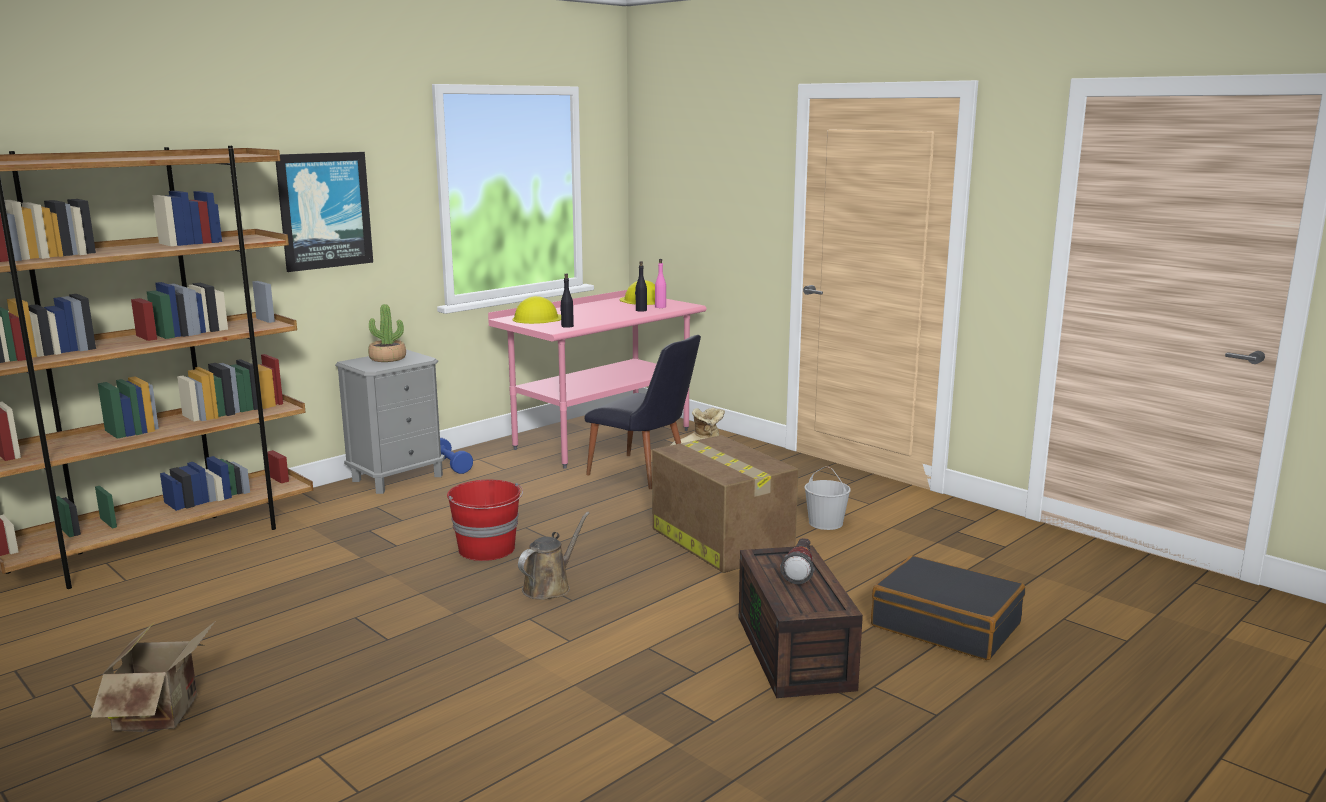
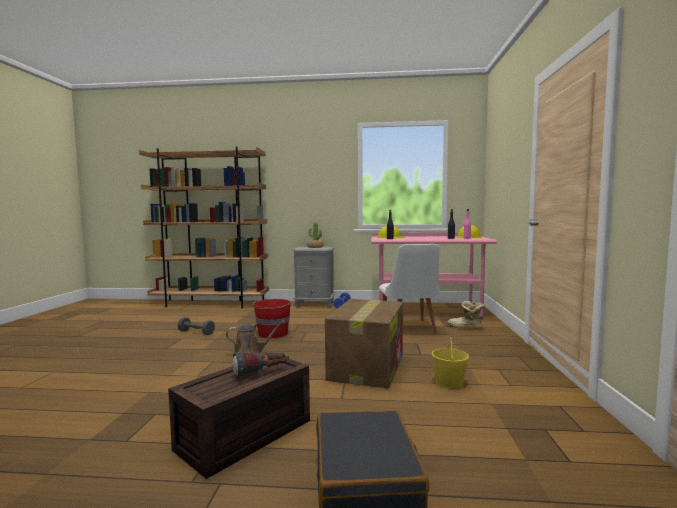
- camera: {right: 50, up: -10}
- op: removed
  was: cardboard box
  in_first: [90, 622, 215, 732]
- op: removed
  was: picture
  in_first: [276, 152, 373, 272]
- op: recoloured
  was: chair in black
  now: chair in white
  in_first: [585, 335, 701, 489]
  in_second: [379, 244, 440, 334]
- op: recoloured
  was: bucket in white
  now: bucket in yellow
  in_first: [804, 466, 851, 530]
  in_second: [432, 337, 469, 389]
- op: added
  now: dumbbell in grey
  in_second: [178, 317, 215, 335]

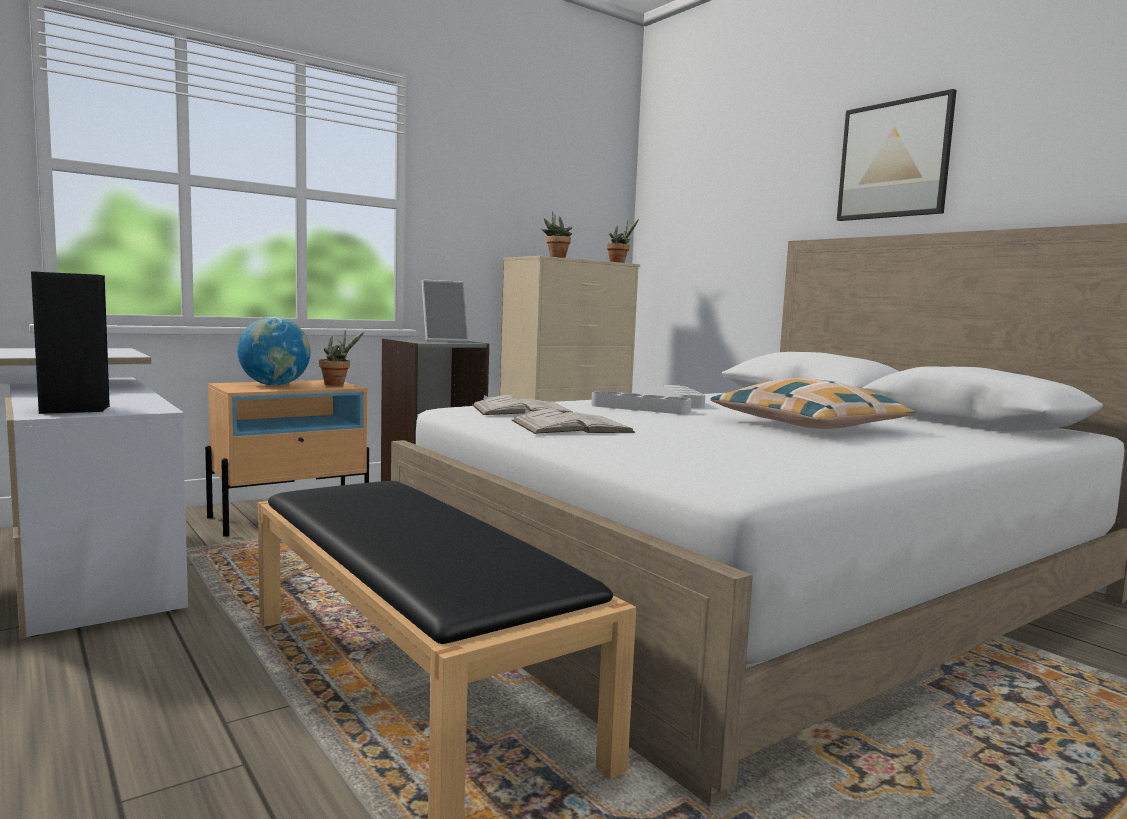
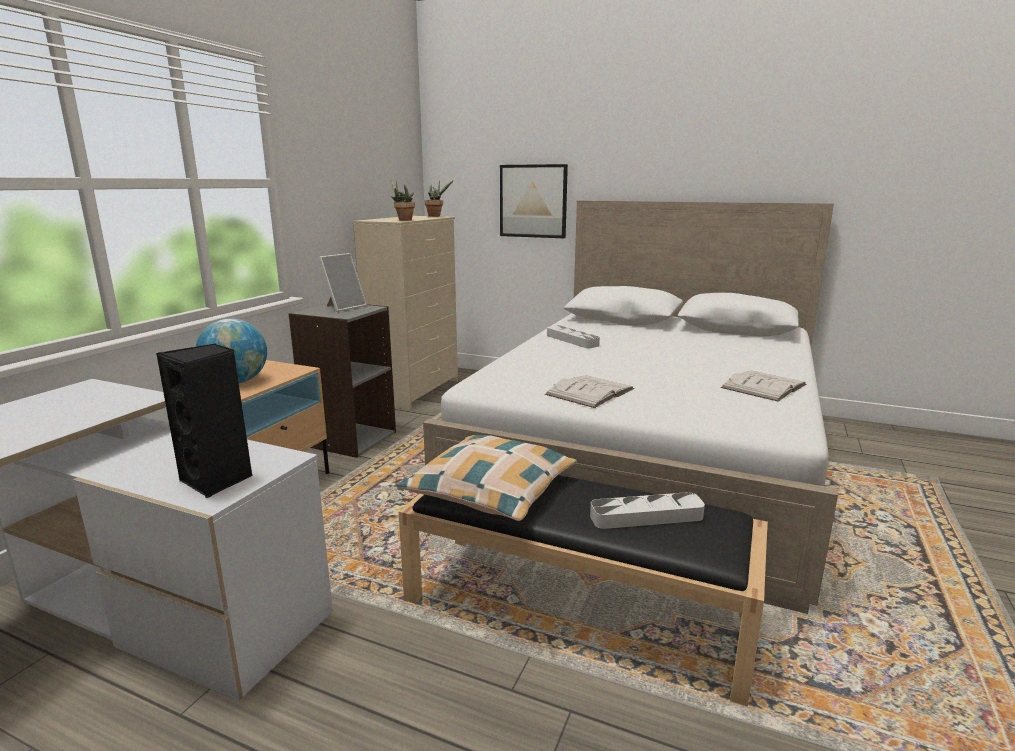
- camera: {right: -30, up: 10}
- op: removed
  was: potted plant
  in_first: [319, 330, 364, 386]
- op: moved
  was: book in white
  in_first: [472, 395, 572, 415]
  in_second: [721, 371, 806, 401]
- op: moved
  was: tray in grey
  in_first: [591, 391, 692, 414]
  in_second: [590, 492, 705, 529]
- op: moved
  was: pillow
  in_first: [710, 378, 916, 429]
  in_second: [397, 435, 577, 521]
- op: moved
  was: picture
  in_first: [837, 89, 956, 221]
  in_second: [500, 164, 568, 238]

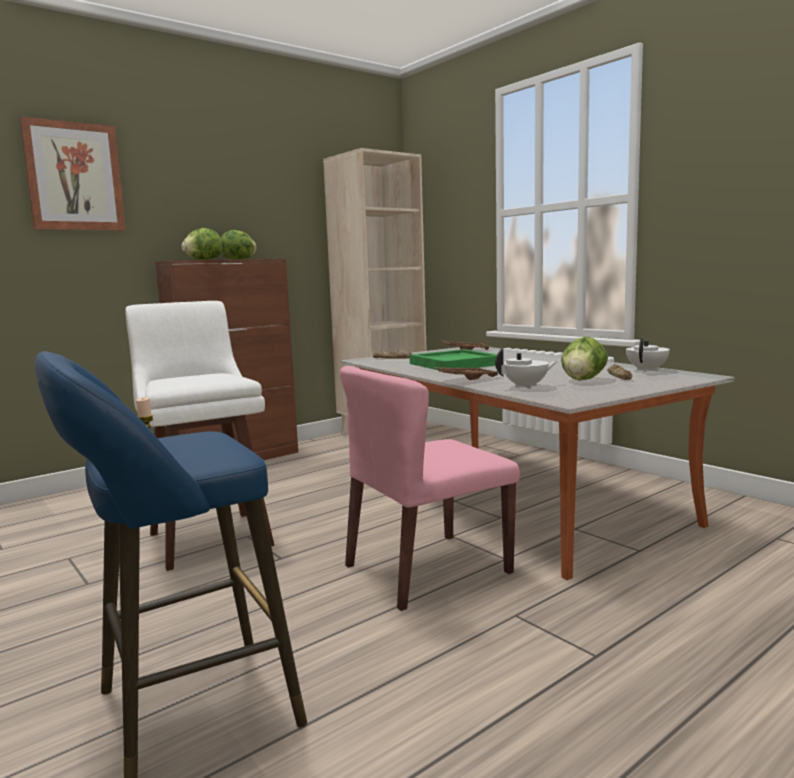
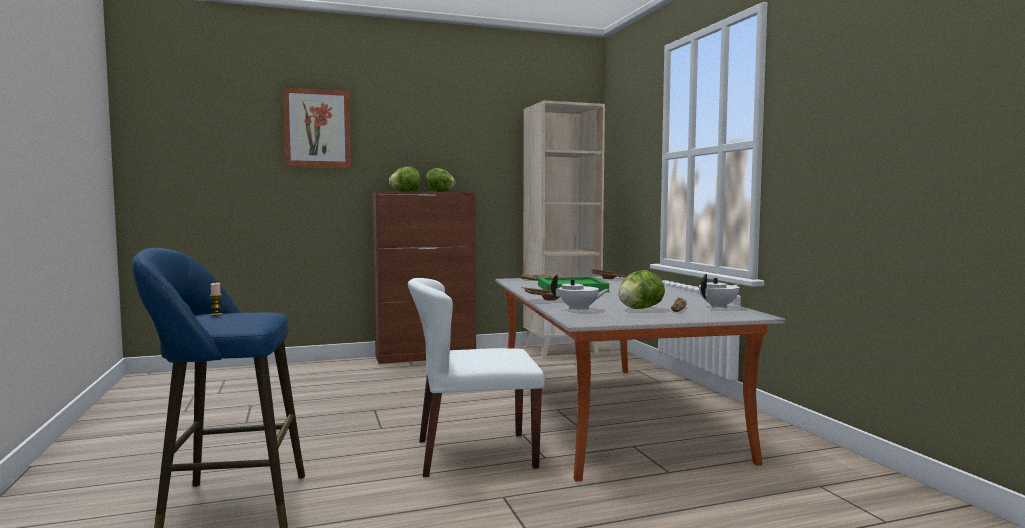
- camera: {right: 20, up: -5}
- op: removed
  was: stool in white
  in_first: [125, 301, 274, 571]
- op: recoloured
  was: chair in pink
  now: chair in white
  in_first: [340, 366, 520, 611]
  in_second: [408, 278, 545, 477]

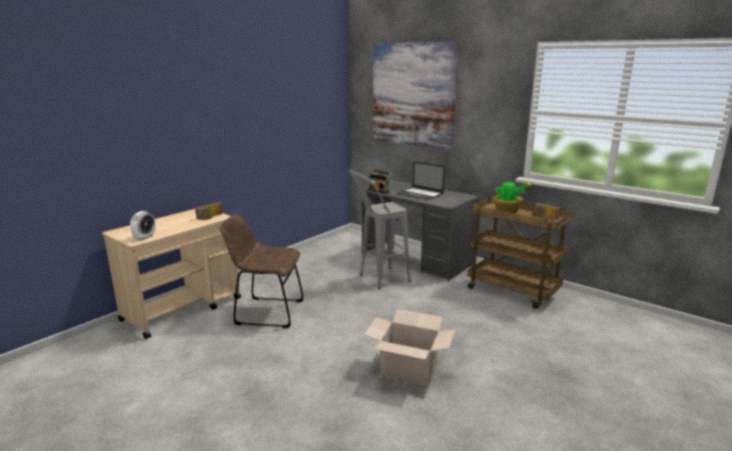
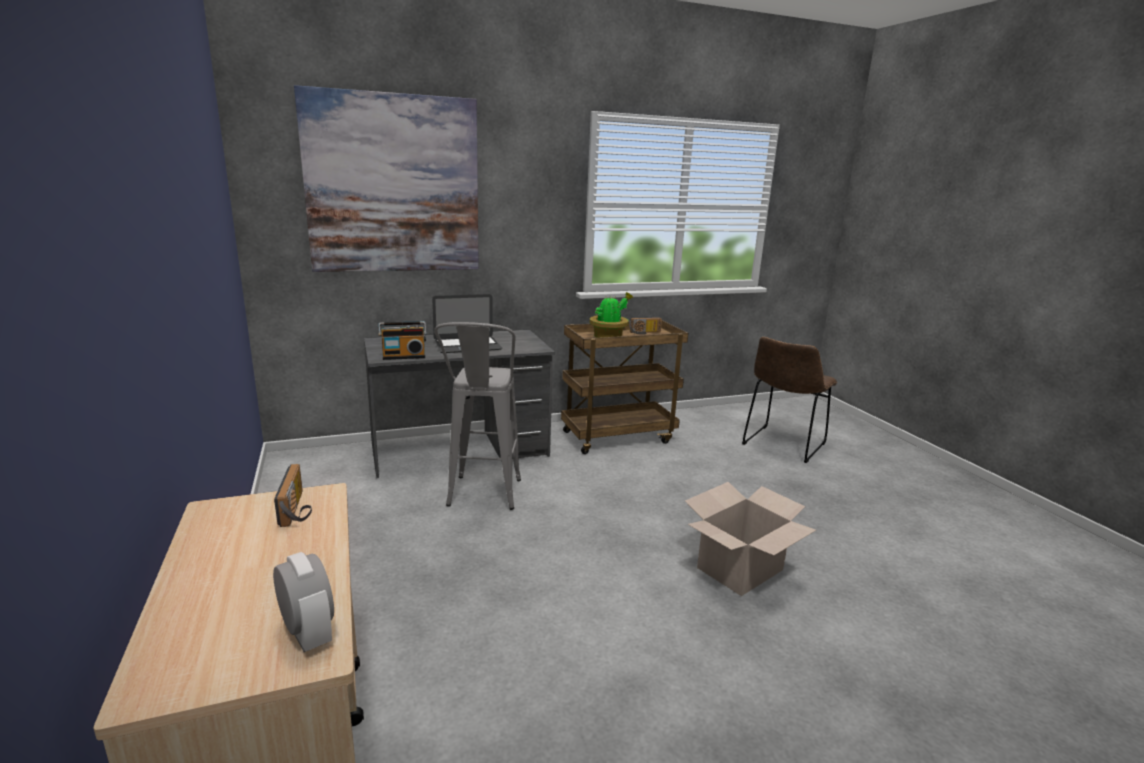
- camera: {right: -60, up: 0}
- op: moved
  was: chair in brown
  in_first: [219, 214, 303, 328]
  in_second: [742, 337, 837, 463]

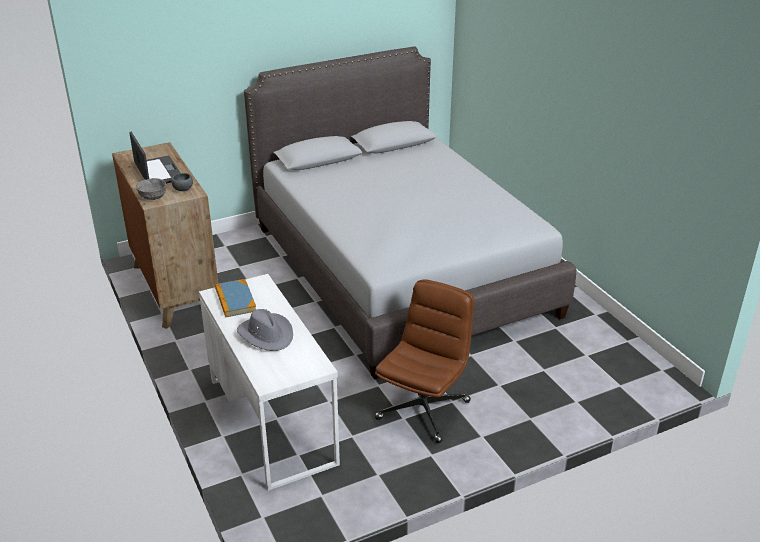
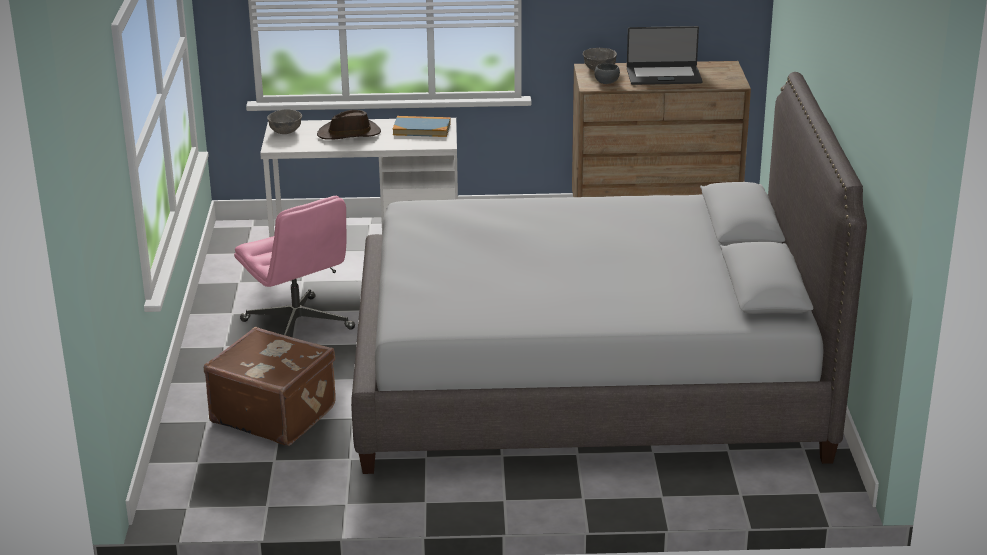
- camera: {right: 115, up: -5}
- op: recoloured
  was: hat in grey
  now: hat in brown
  in_first: [237, 309, 293, 351]
  in_second: [317, 109, 381, 140]
- op: recoloured
  was: office chair in brown
  now: office chair in pink
  in_first: [375, 279, 474, 443]
  in_second: [234, 196, 355, 336]
- op: added
  now: suitcase in brown
  in_second: [204, 327, 336, 446]
- op: added
  now: bowl in grey
  in_second: [267, 109, 302, 134]

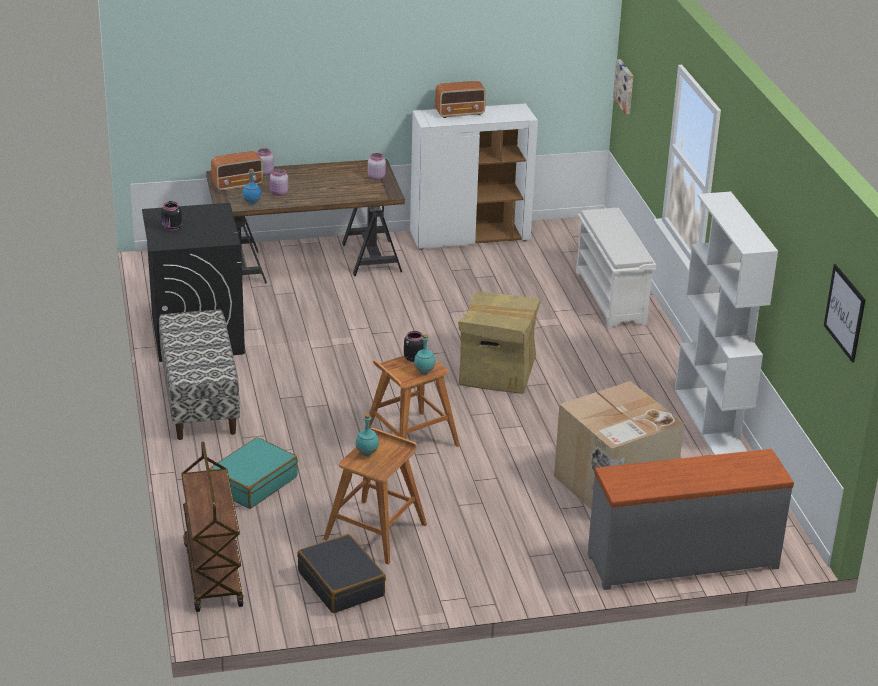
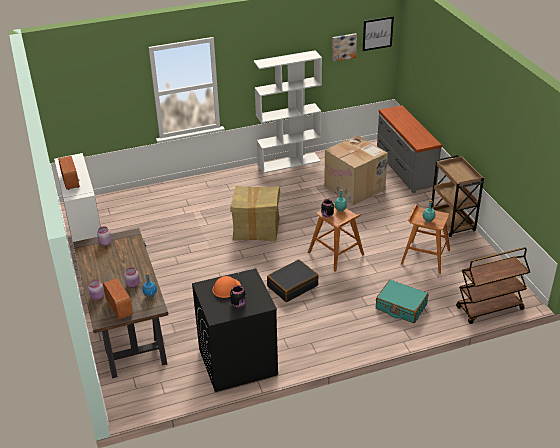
- camera: {right: -95, up: 5}
- op: removed
  was: bench
  in_first: [159, 310, 240, 440]
- op: moved
  was: suitcase in black
  in_first: [297, 534, 386, 613]
  in_second: [267, 259, 319, 302]
- op: removed
  was: shoe rack in white
  in_first: [576, 208, 656, 329]
- op: moved
  was: picture
  in_first: [613, 59, 633, 115]
  in_second: [332, 33, 357, 62]
- op: added
  now: hard hat in orange
  in_second: [213, 276, 241, 298]
- op: added
  now: cart in brown
  in_second: [431, 155, 484, 237]

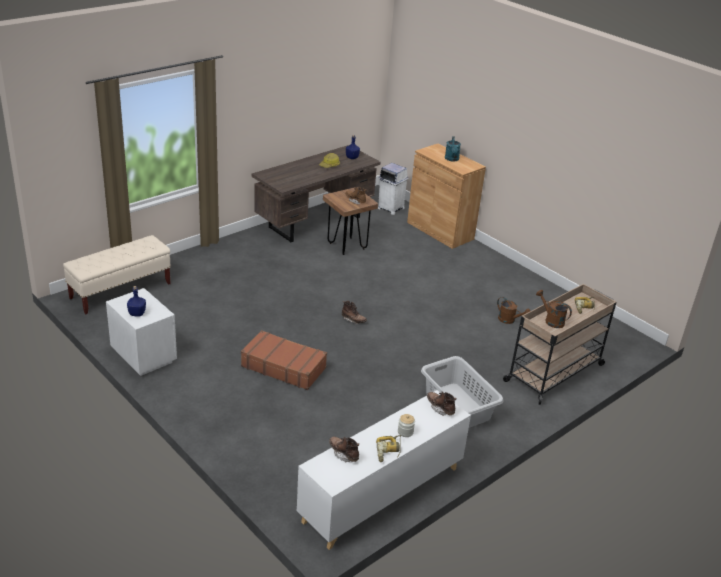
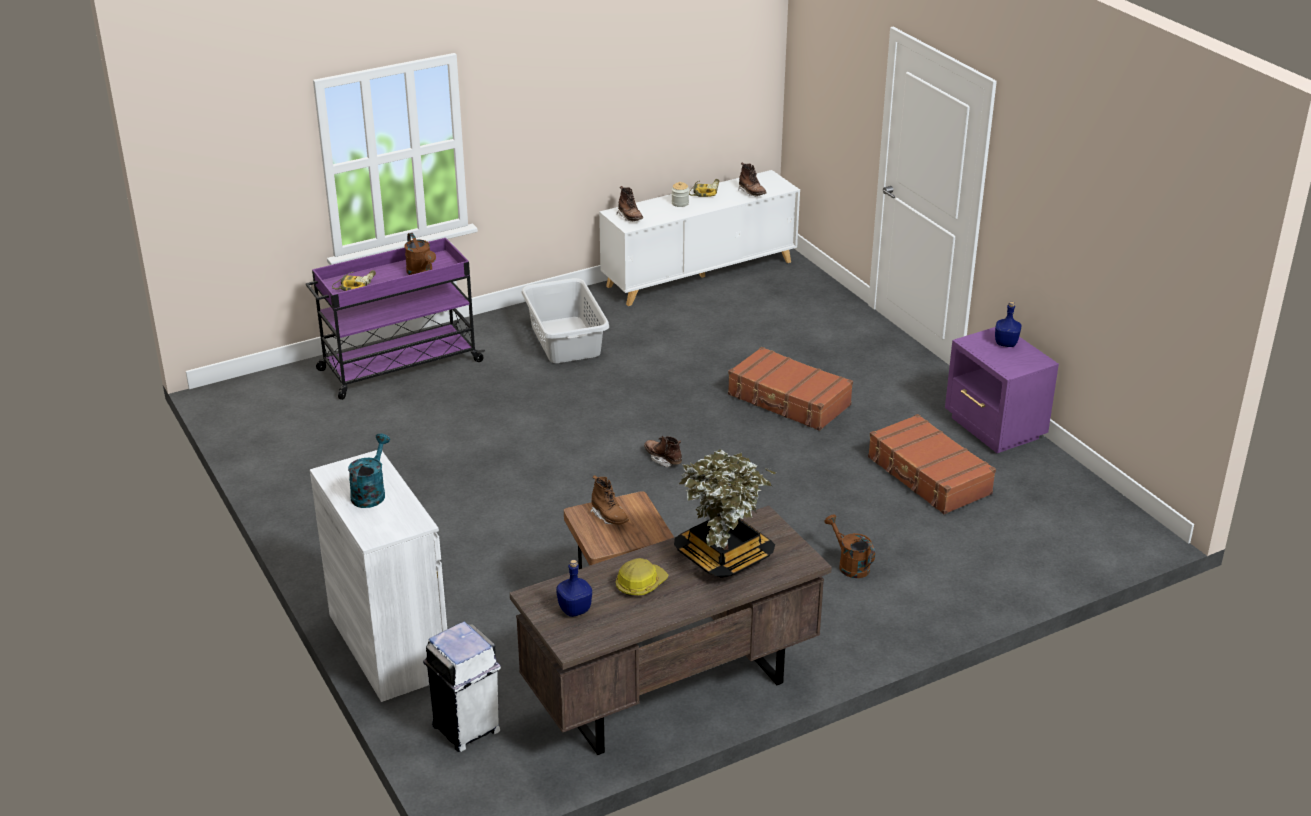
- camera: {right: -165, up: 0}
- op: removed
  was: bench in beige
  in_first: [63, 235, 171, 315]
- op: recoloured
  was: nightstand in white
  now: nightstand in purple
  in_first: [106, 288, 177, 376]
  in_second: [945, 327, 1059, 453]
- op: recoloured
  was: cabinet in brown
  now: cabinet in white
  in_first: [407, 144, 486, 249]
  in_second: [310, 450, 447, 702]
- op: moved
  was: watering can in brown
  in_first: [497, 297, 530, 324]
  in_second: [825, 515, 875, 578]
- op: recoloured
  was: cart in beige
  now: cart in purple
  in_first: [503, 284, 617, 405]
  in_second: [306, 238, 485, 400]
- op: added
  now: potted plant
  in_second: [674, 449, 776, 578]
- op: added
  now: suitcase in brown
  in_second: [868, 414, 996, 514]

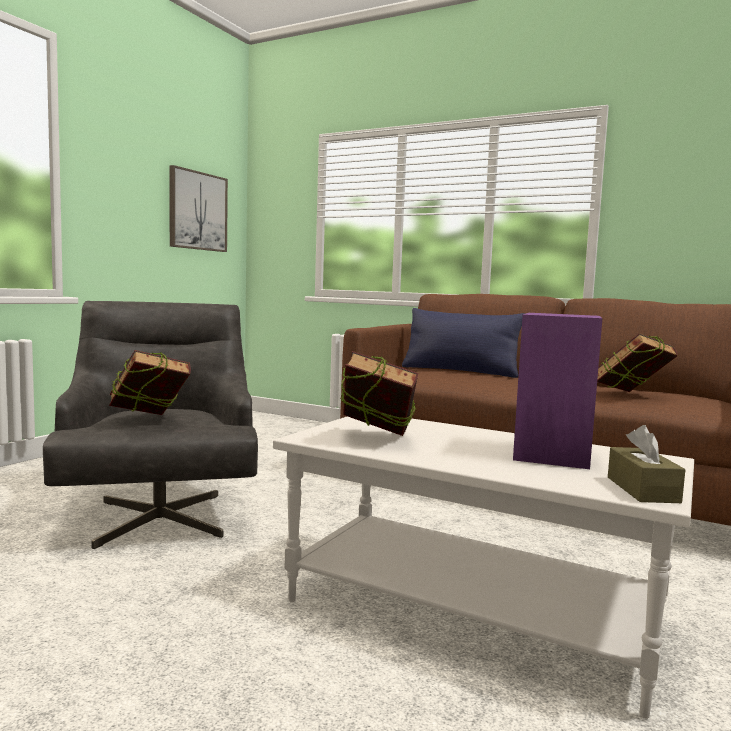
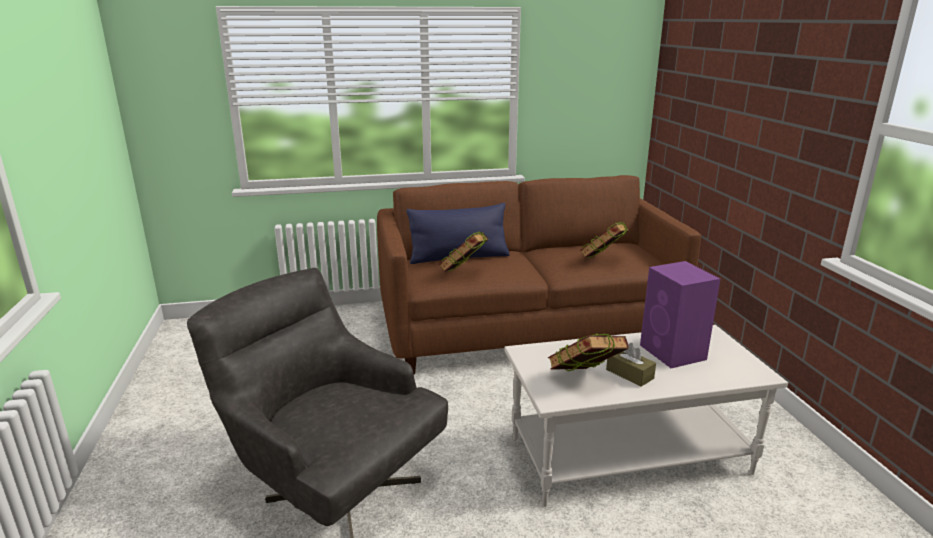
- camera: {right: -40, up: 15}
- op: moved
  was: book
  in_first: [109, 350, 191, 415]
  in_second: [438, 231, 489, 272]
- op: removed
  was: picture
  in_first: [169, 165, 228, 252]
- op: moved
  was: tissue box in brown
  in_first: [608, 425, 685, 503]
  in_second: [606, 343, 656, 387]

